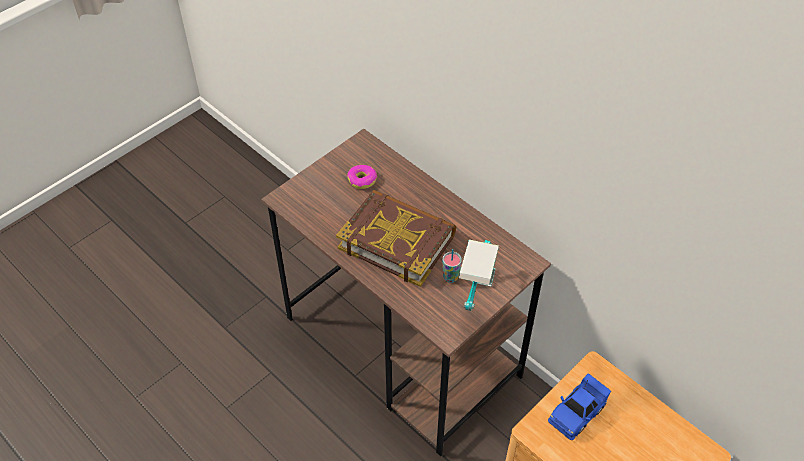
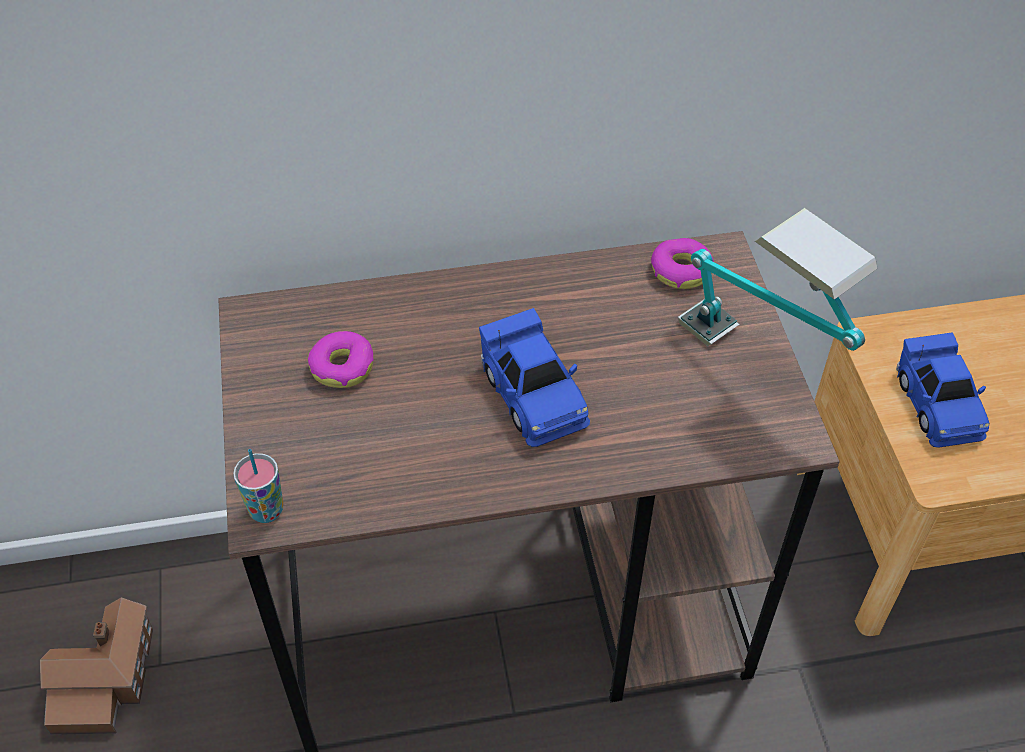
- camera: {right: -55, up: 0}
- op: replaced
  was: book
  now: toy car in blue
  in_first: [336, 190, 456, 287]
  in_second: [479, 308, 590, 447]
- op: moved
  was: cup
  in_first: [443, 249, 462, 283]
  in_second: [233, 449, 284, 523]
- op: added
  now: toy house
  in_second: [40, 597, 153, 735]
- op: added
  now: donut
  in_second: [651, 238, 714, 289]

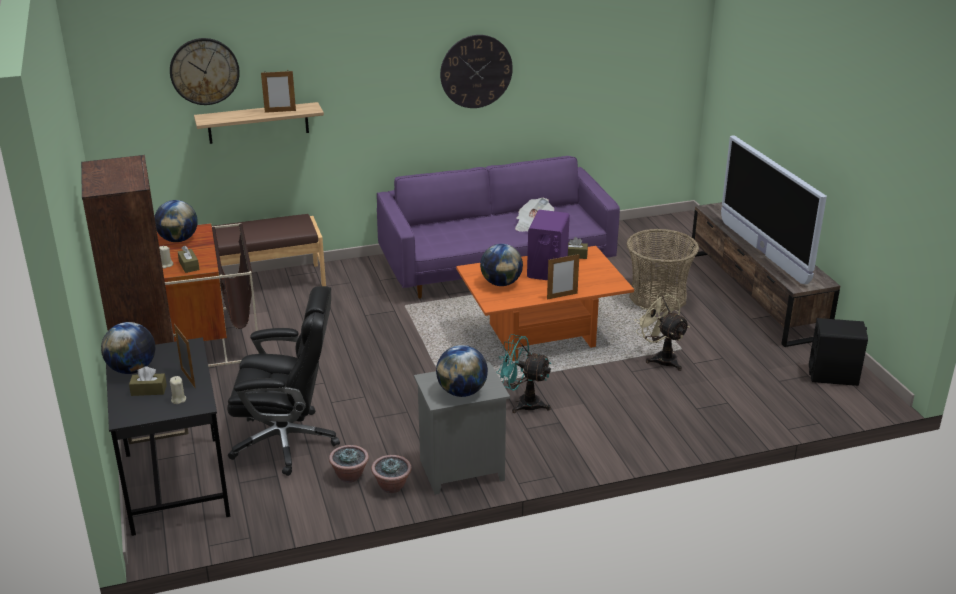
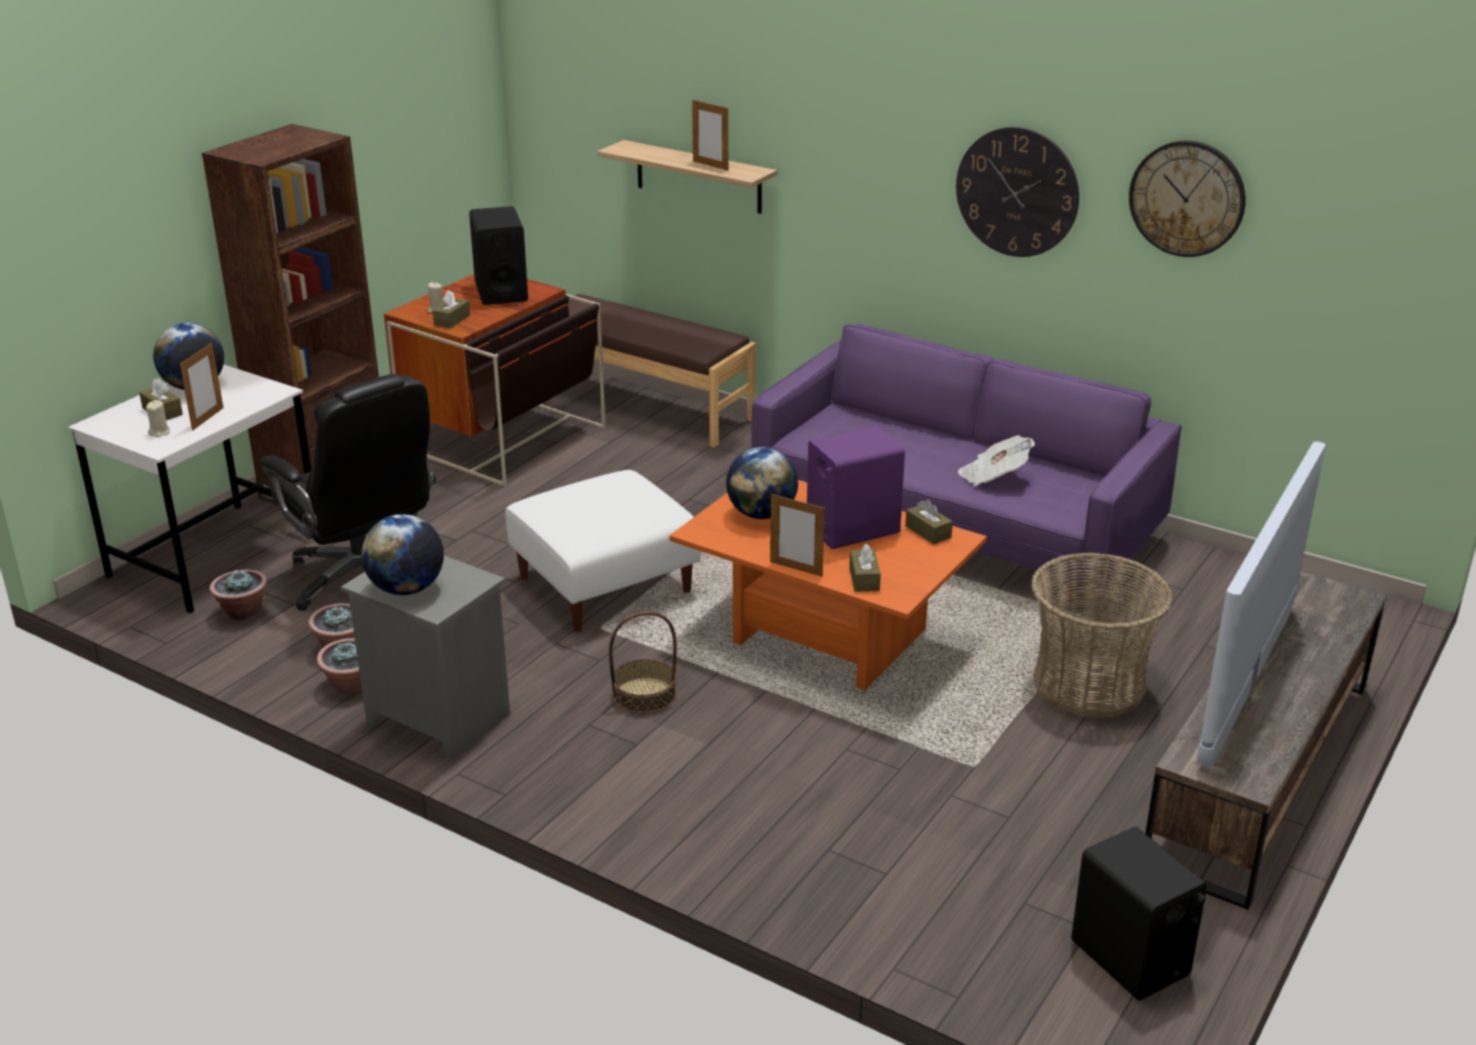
- camera: {right: 50, up: 0}
- op: recoloured
  was: desk in black
  now: desk in white
  in_first: [106, 337, 230, 536]
  in_second: [68, 364, 311, 613]
- op: replaced
  was: globe
  now: speaker in black
  in_first: [154, 200, 198, 242]
  in_second: [469, 206, 528, 305]
- op: moved
  was: wall clock
  in_first: [170, 38, 240, 105]
  in_second: [1129, 140, 1246, 257]
- op: replaced
  was: fan in turquoise
  now: basket
  in_first: [496, 334, 551, 413]
  in_second: [609, 611, 677, 714]
- op: removed
  was: fan in beige
  in_first: [634, 291, 690, 371]
- op: added
  now: potted plant
  in_second: [209, 570, 267, 620]
- op: added
  now: ottoman in white
  in_second: [505, 470, 701, 632]
- op: added
  now: tissue box in brown
  in_second: [849, 543, 881, 592]

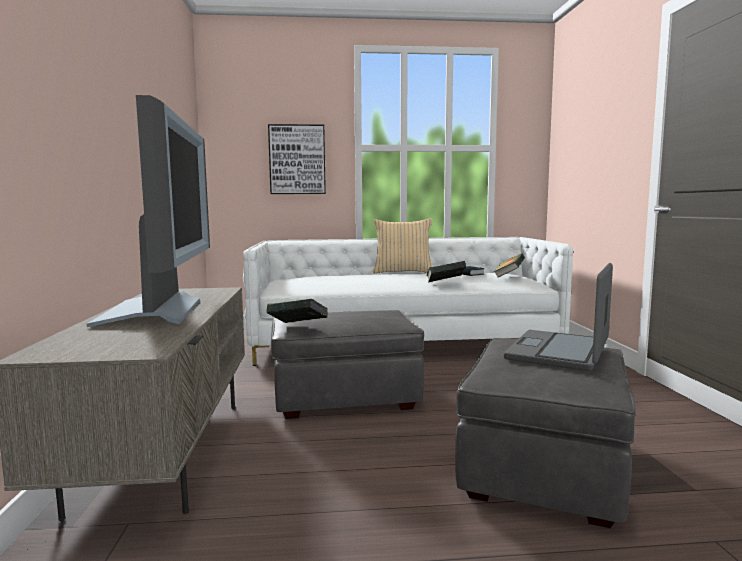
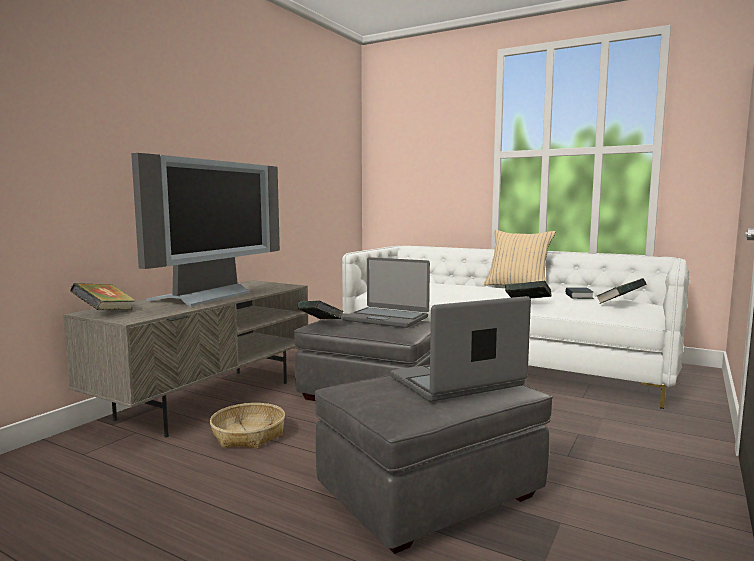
- camera: {right: 35, up: 0}
- op: removed
  was: picture
  in_first: [268, 124, 326, 194]
- op: added
  now: book
  in_second: [70, 283, 136, 310]
- op: added
  now: basket
  in_second: [210, 403, 285, 449]
- op: added
  now: laptop
  in_second: [343, 257, 430, 328]

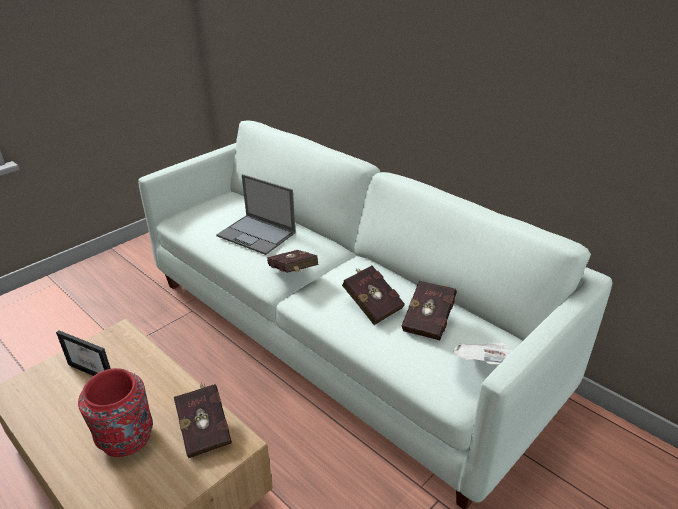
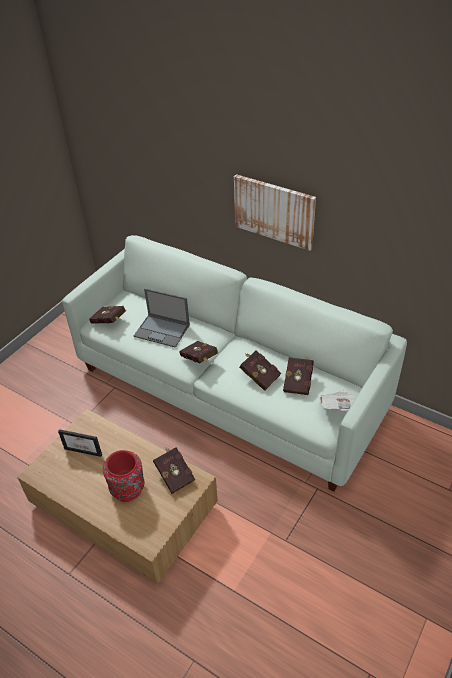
- camera: {right: -10, up: 10}
- op: added
  now: book in red
  in_second: [89, 306, 126, 324]
- op: added
  now: picture
  in_second: [234, 174, 316, 251]

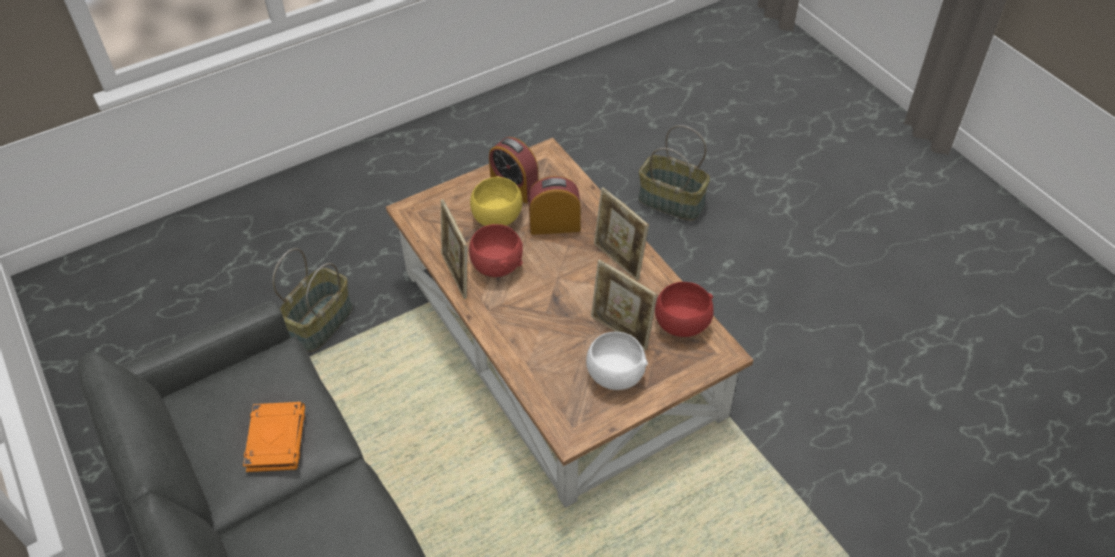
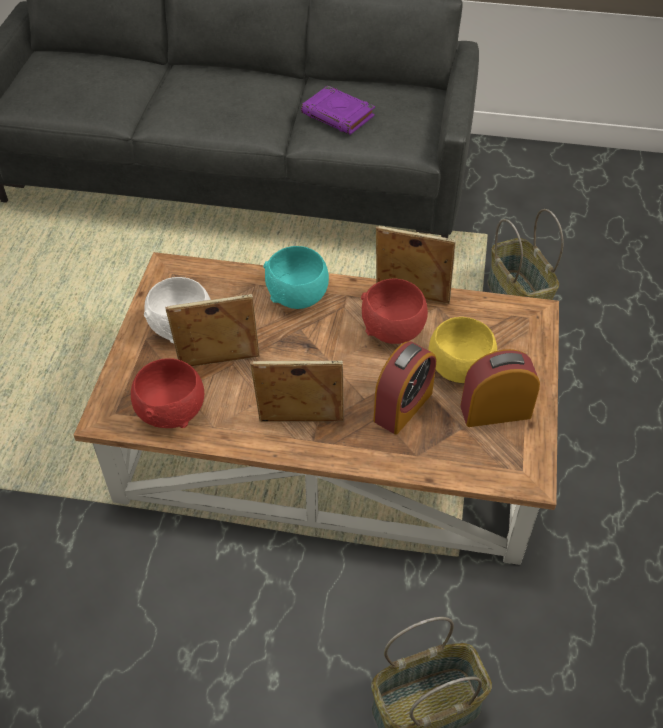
- camera: {right: 130, up: 0}
- op: recoloured
  was: book in orange
  now: book in purple
  in_first: [243, 402, 305, 472]
  in_second: [301, 85, 375, 135]
- op: added
  now: bowl in turquoise
  in_second: [263, 246, 329, 309]

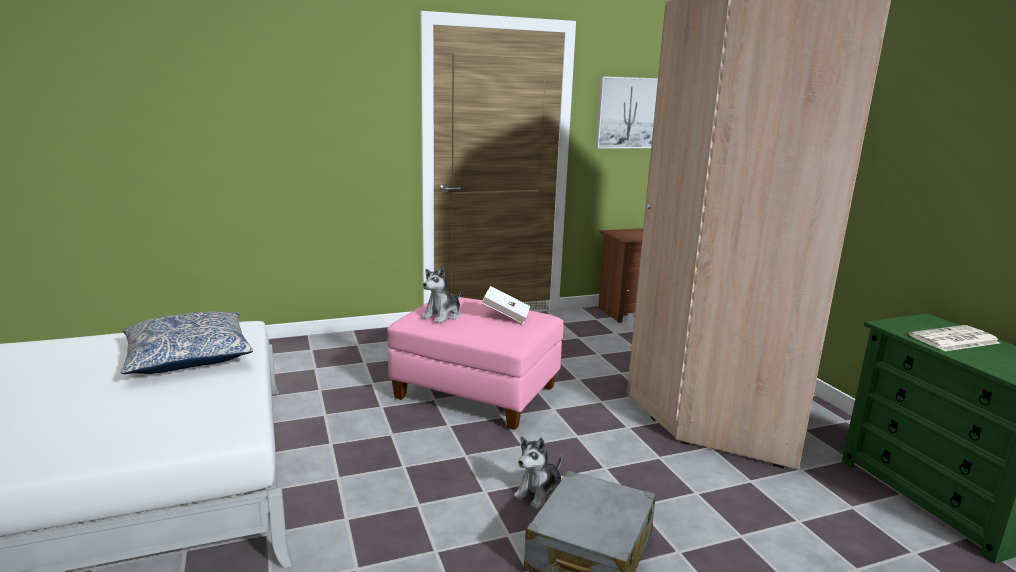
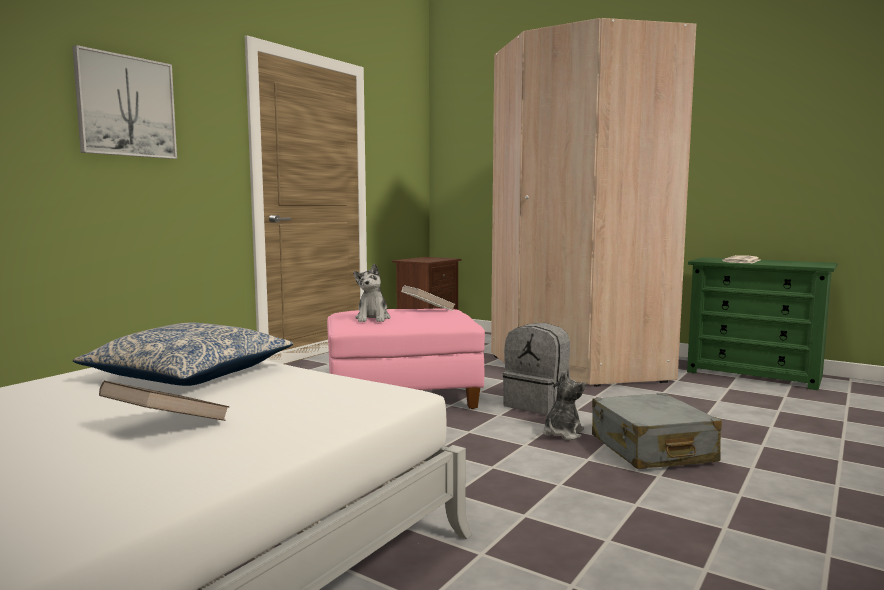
- camera: {right: -35, up: -10}
- op: turned
  was: plush toy
  in_first: [514, 437, 562, 509]
  in_second: [543, 371, 586, 440]
  clockwise: -150
- op: moved
  was: picture
  in_first: [595, 76, 658, 149]
  in_second: [72, 45, 177, 159]
- op: added
  now: book in brown
  in_second: [99, 380, 230, 421]
- op: added
  now: backpack in grey
  in_second: [503, 323, 570, 415]

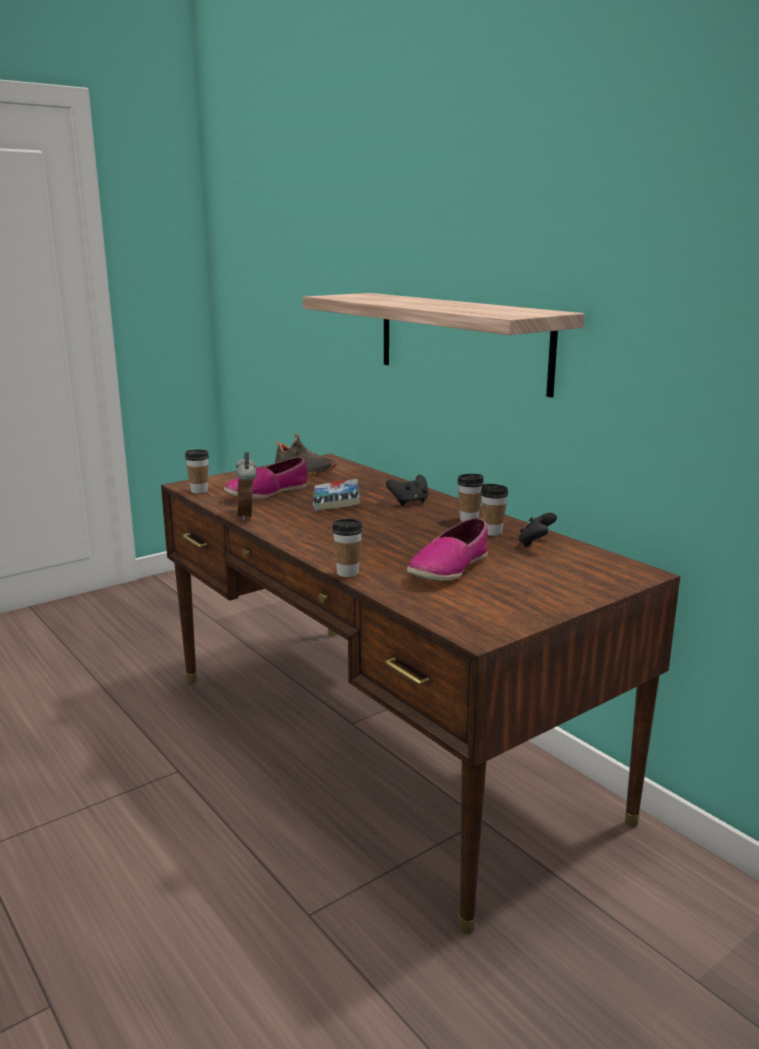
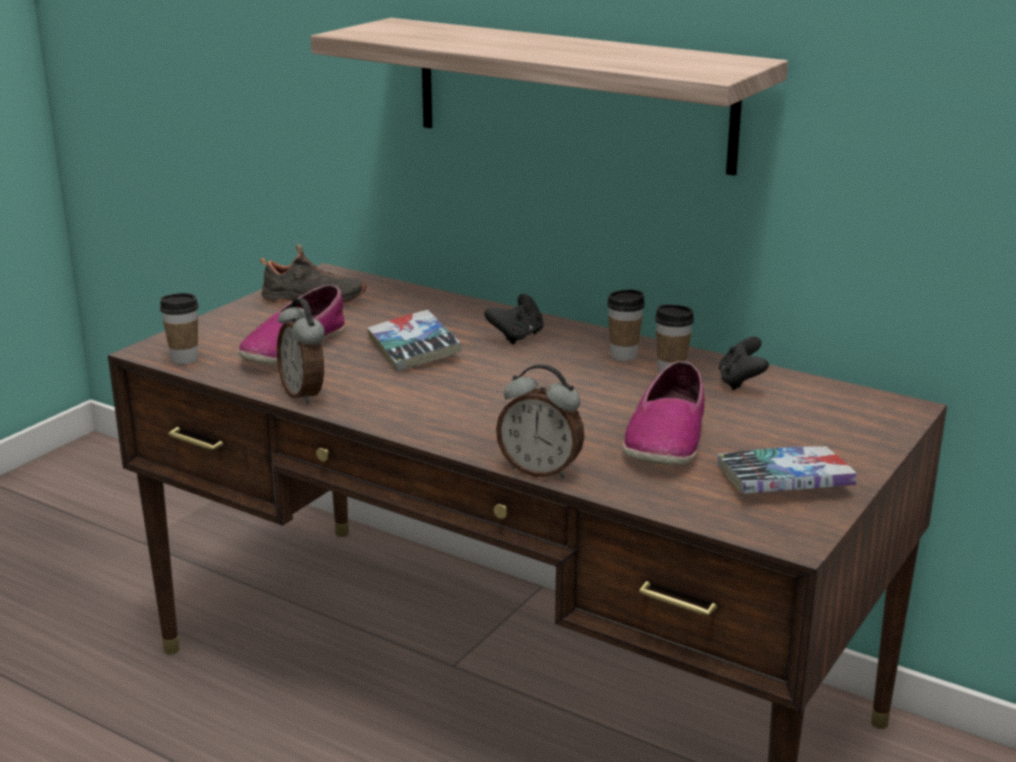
- camera: {right: -20, up: 5}
- op: replaced
  was: cup
  now: alarm clock
  in_first: [332, 519, 363, 577]
  in_second: [496, 364, 585, 479]
- op: added
  now: book
  in_second: [717, 446, 857, 494]

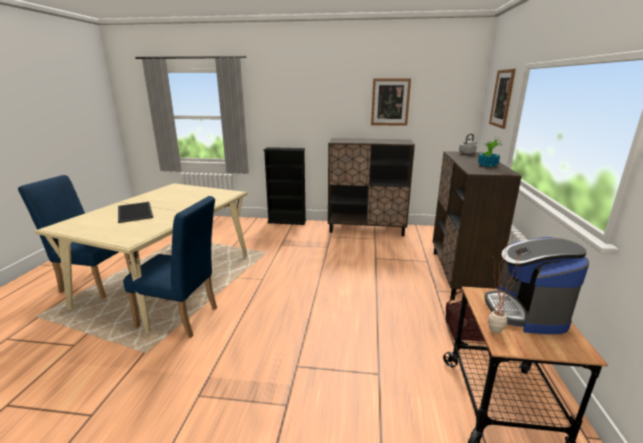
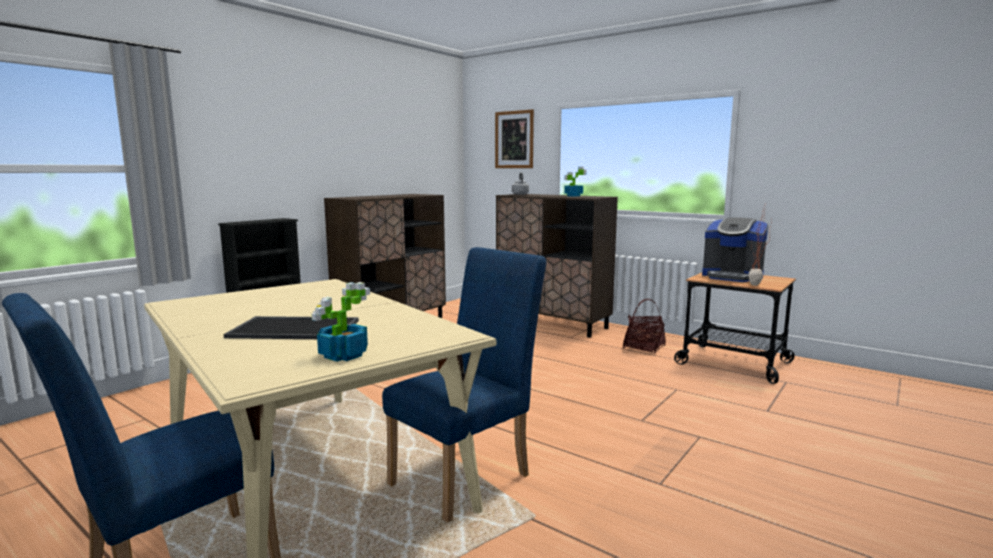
- camera: {right: -60, up: -10}
- op: removed
  was: picture
  in_first: [371, 78, 411, 126]
- op: added
  now: potted plant
  in_second: [312, 282, 370, 362]

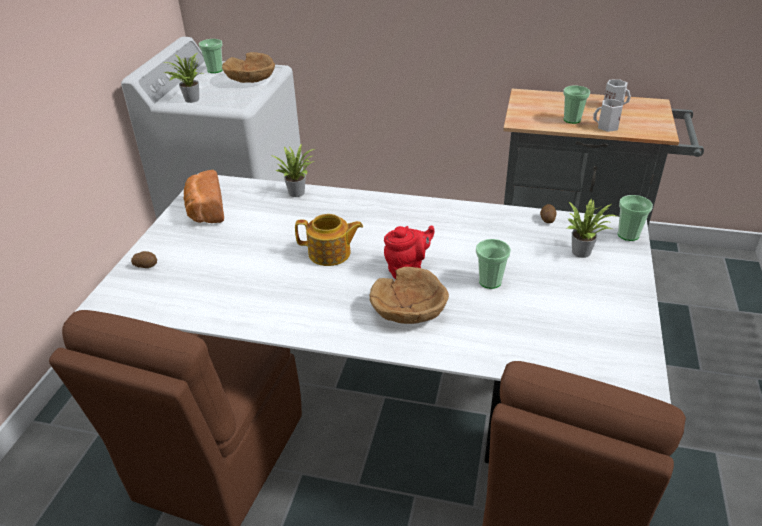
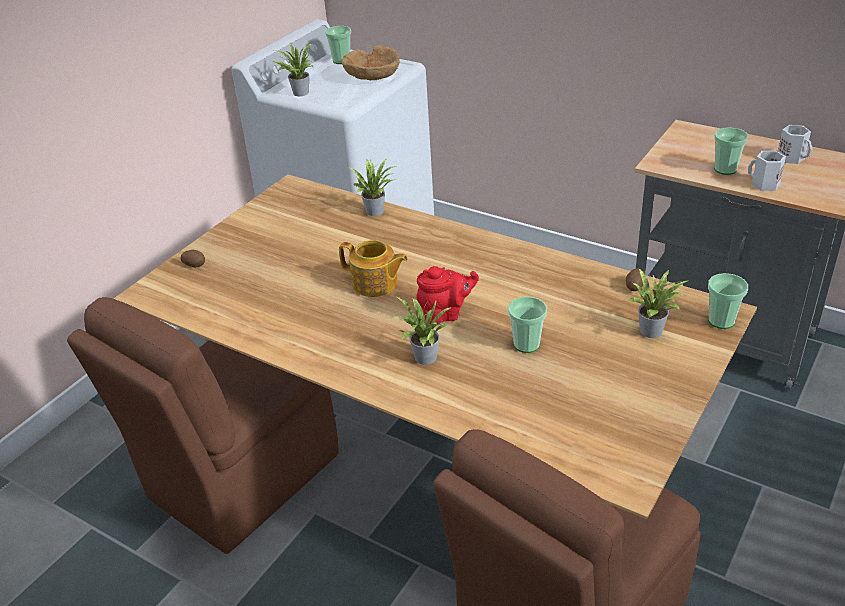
- camera: {right: 20, up: 0}
- op: recoloured
  was: dining table in white
  now: dining table in brown
  in_first: [75, 173, 671, 463]
  in_second: [113, 174, 757, 519]
- op: removed
  was: bread
  in_first: [183, 170, 224, 223]
- op: replaced
  was: bowl in brown
  now: potted plant
  in_first: [369, 267, 449, 324]
  in_second: [391, 296, 453, 365]

